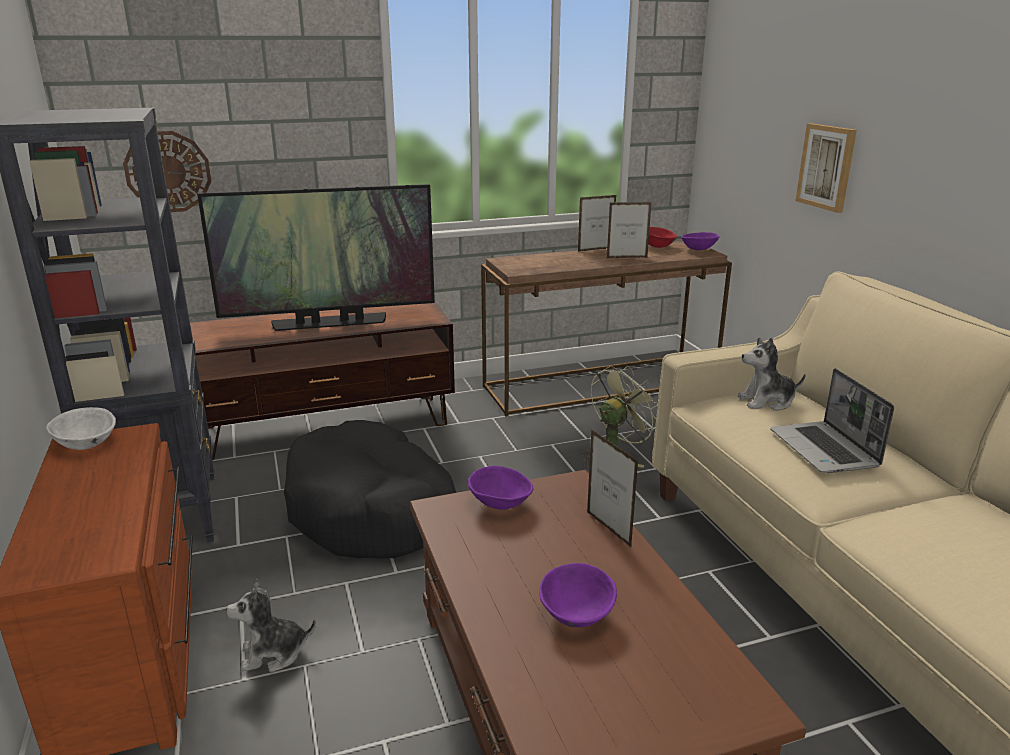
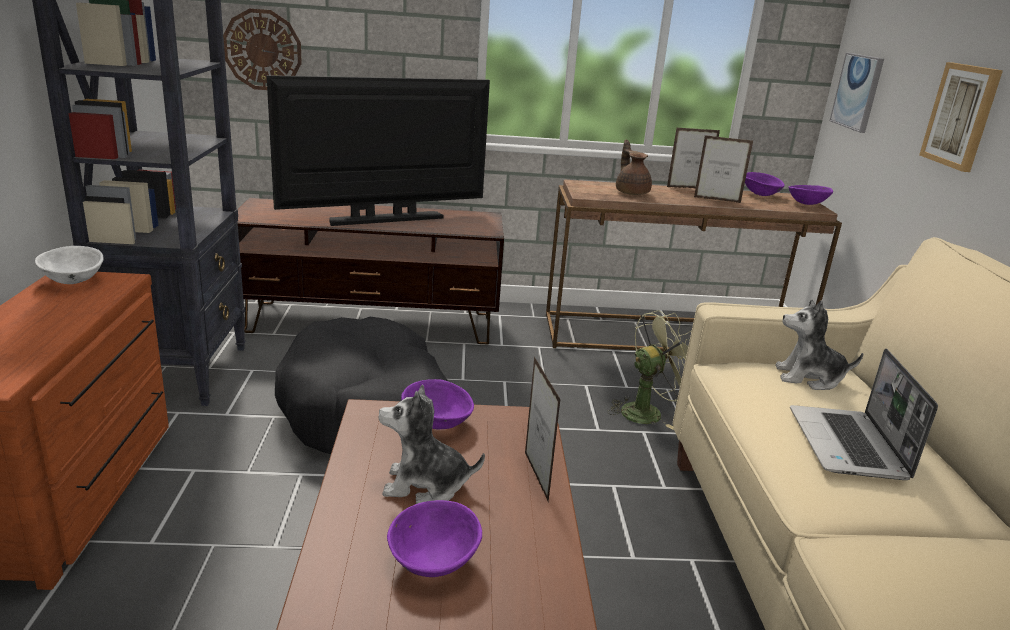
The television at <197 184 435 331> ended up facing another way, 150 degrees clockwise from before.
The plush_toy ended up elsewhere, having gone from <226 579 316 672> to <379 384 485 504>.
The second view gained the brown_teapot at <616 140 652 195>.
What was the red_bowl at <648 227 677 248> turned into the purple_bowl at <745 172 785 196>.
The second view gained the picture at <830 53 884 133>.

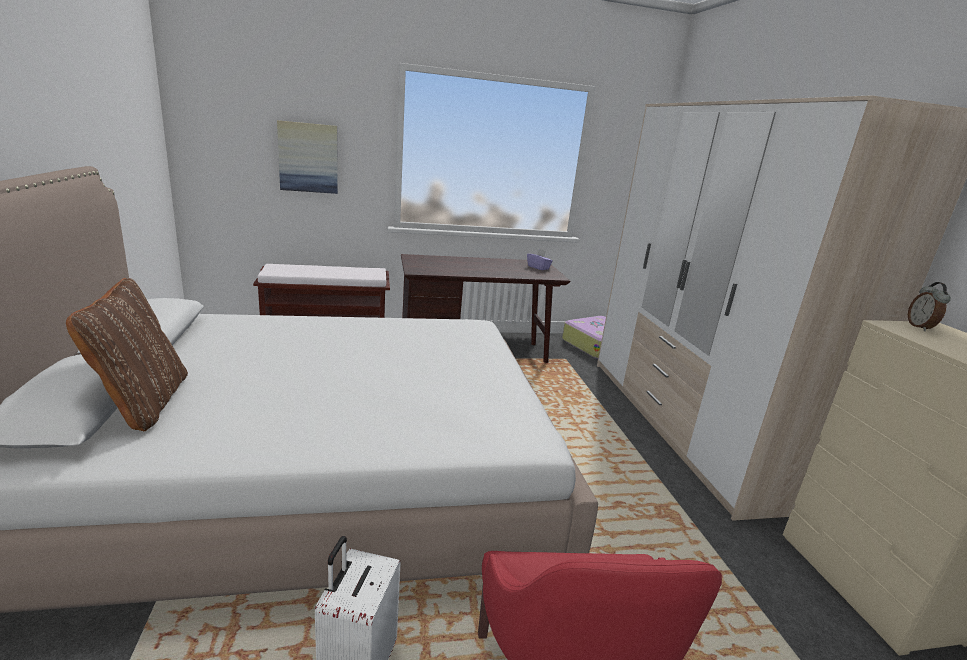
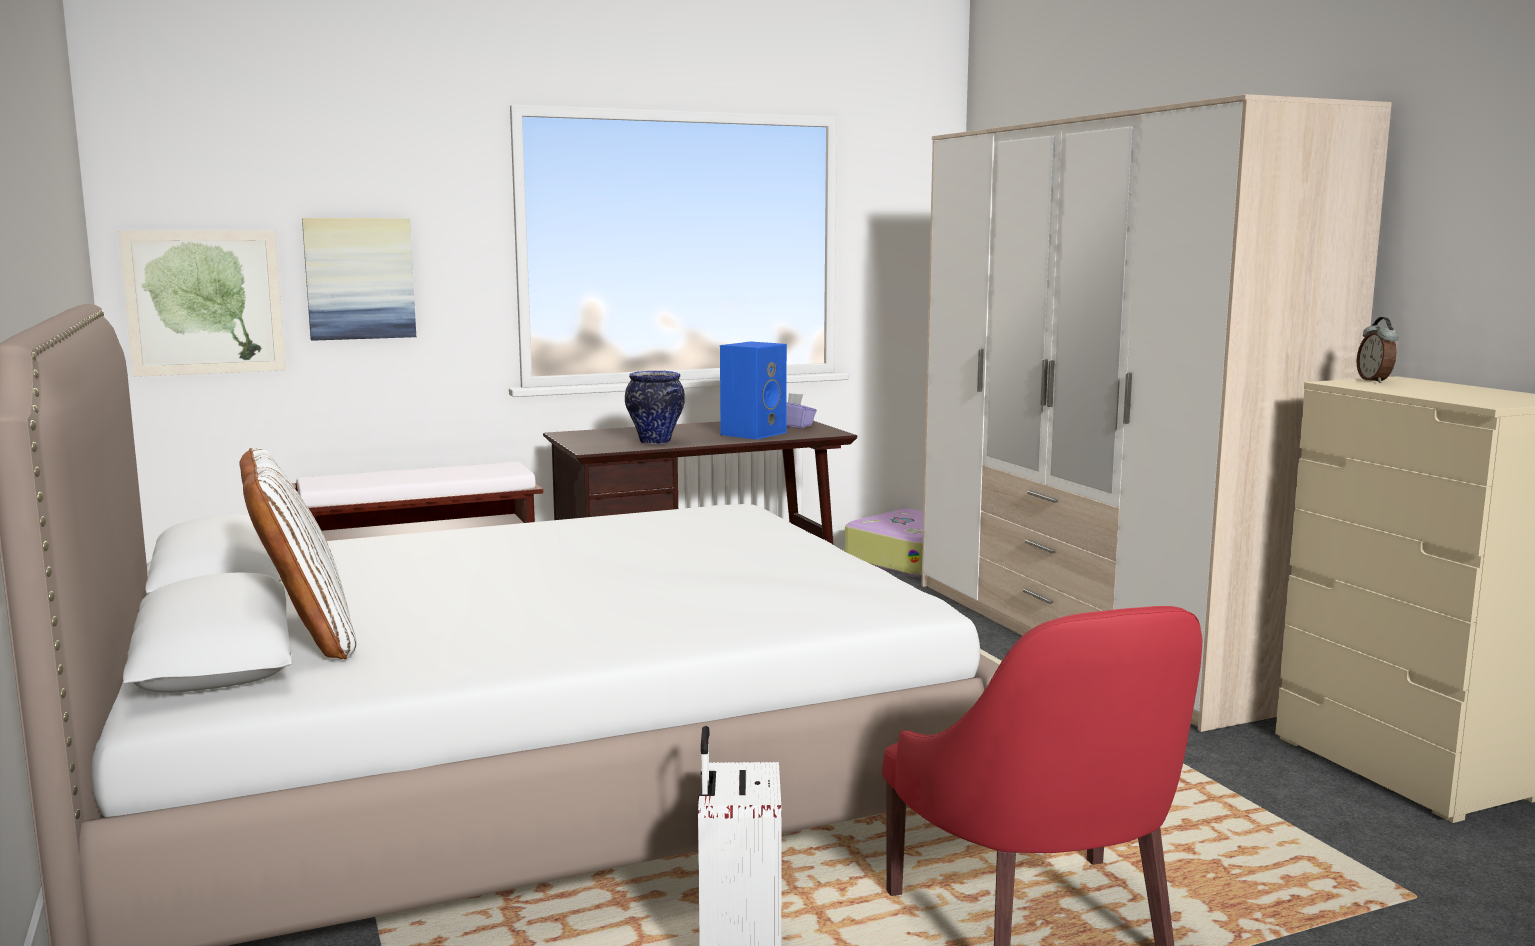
The second view gained the picture at <118 231 286 377>.
What was the brown_pillow at <66 278 188 431> turned into the white_pillow at <240 448 357 659>.
The second view gained the vase at <625 371 685 444>.
The second view gained the blue_speaker at <720 342 787 440>.

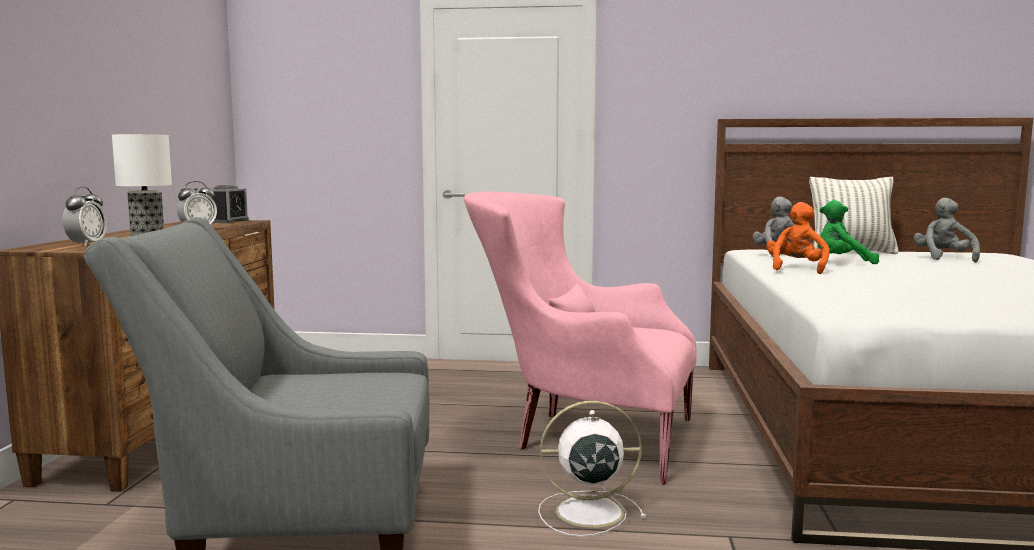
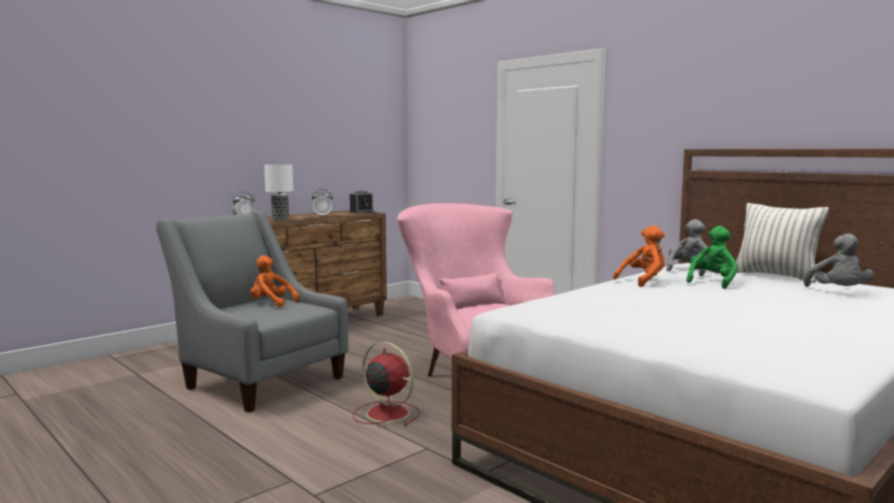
The second view gained the orange_plush_toy at <250 255 300 307>.
What was the white_fan at <538 401 646 537> turned into the red_fan at <353 342 420 426>.
The green_plush_toy at <818 200 879 264> ended up facing another way, 75 degrees clockwise from before.
The grey_plush_toy at <913 198 980 263> ended up facing another way, 135 degrees clockwise from before.

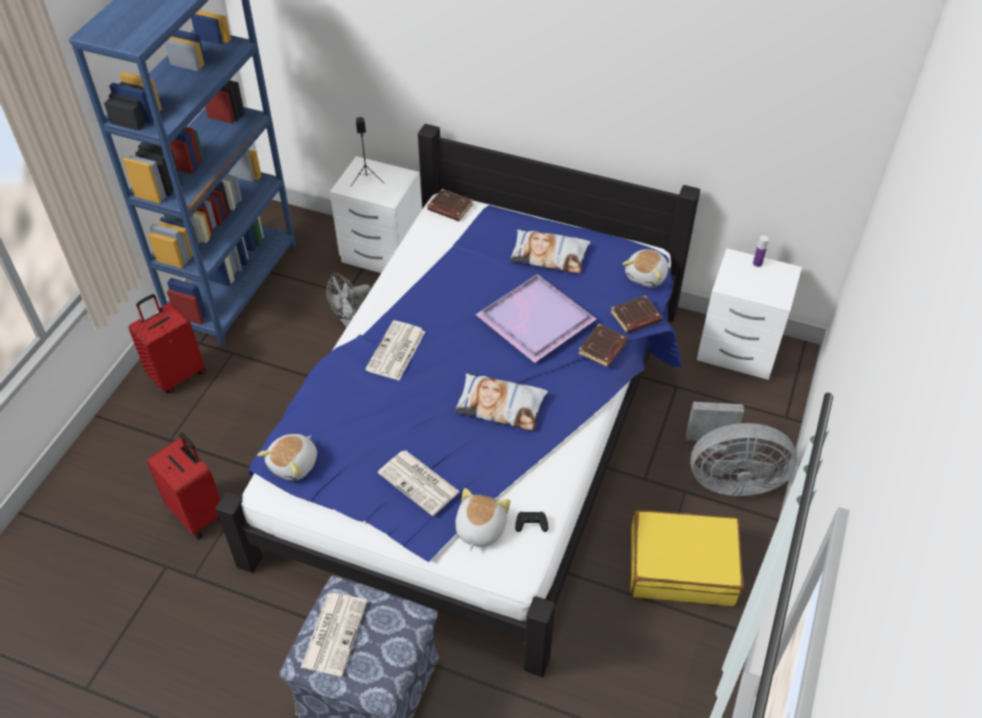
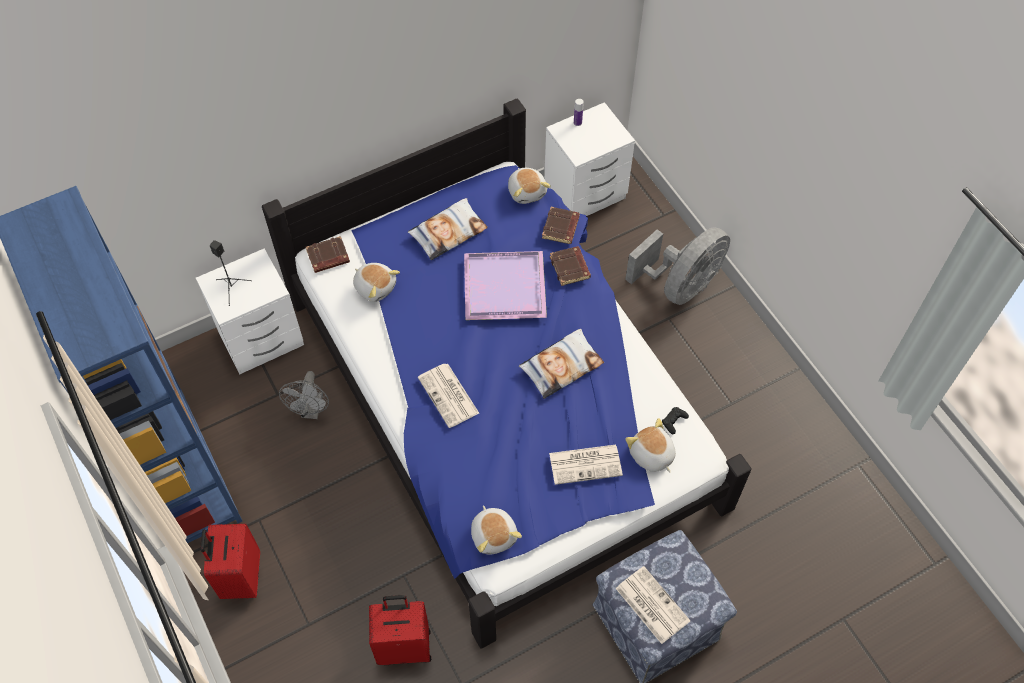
The second view gained the plush_toy at <353 263 400 302>.
The second view lost the yellow_suitcase at <631 510 744 606>.

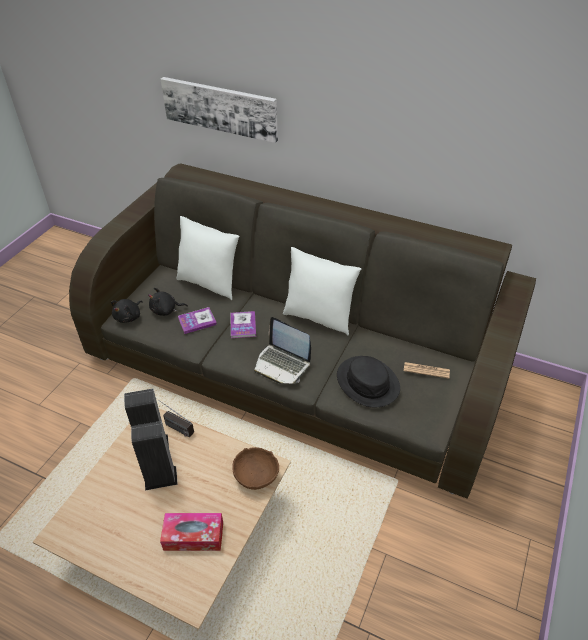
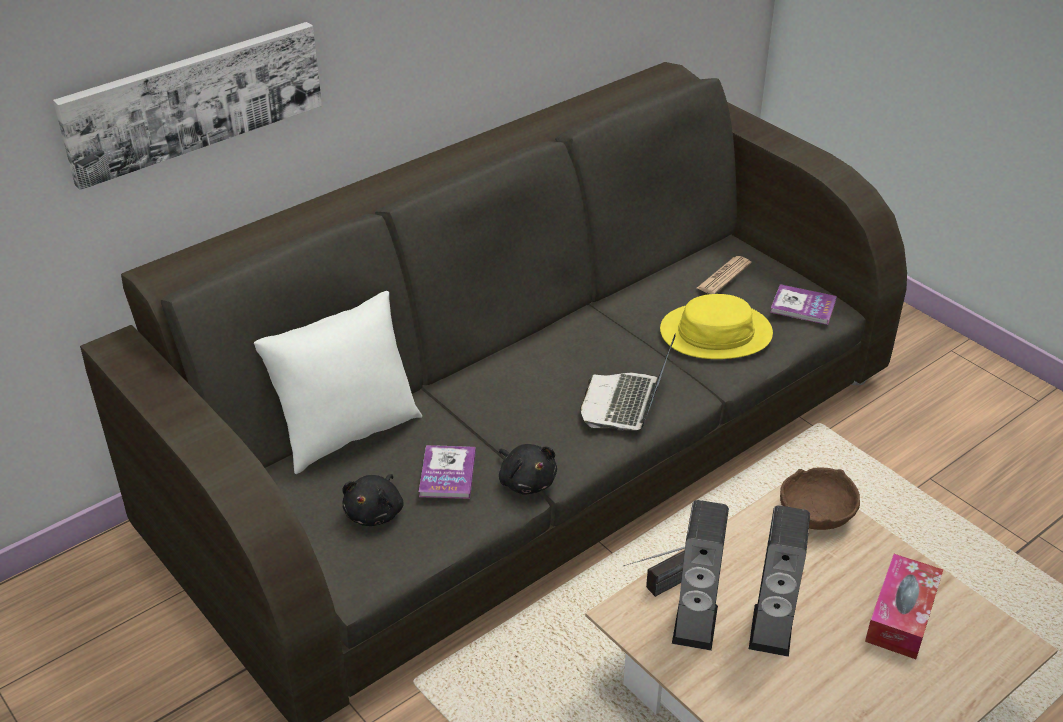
The black_plush_toy ended up elsewhere, having gone from <111 299 143 323> to <499 444 557 495>.
The laptop at <254 317 311 384> ended up facing another way, 135 degrees clockwise from before.
What was the black_hat at <337 356 400 407> turned into the yellow_hat at <660 294 773 359>.
The book ended up elsewhere, having gone from <230 311 256 338> to <770 284 837 325>.
The second view lost the white_pillow at <283 247 361 335>.

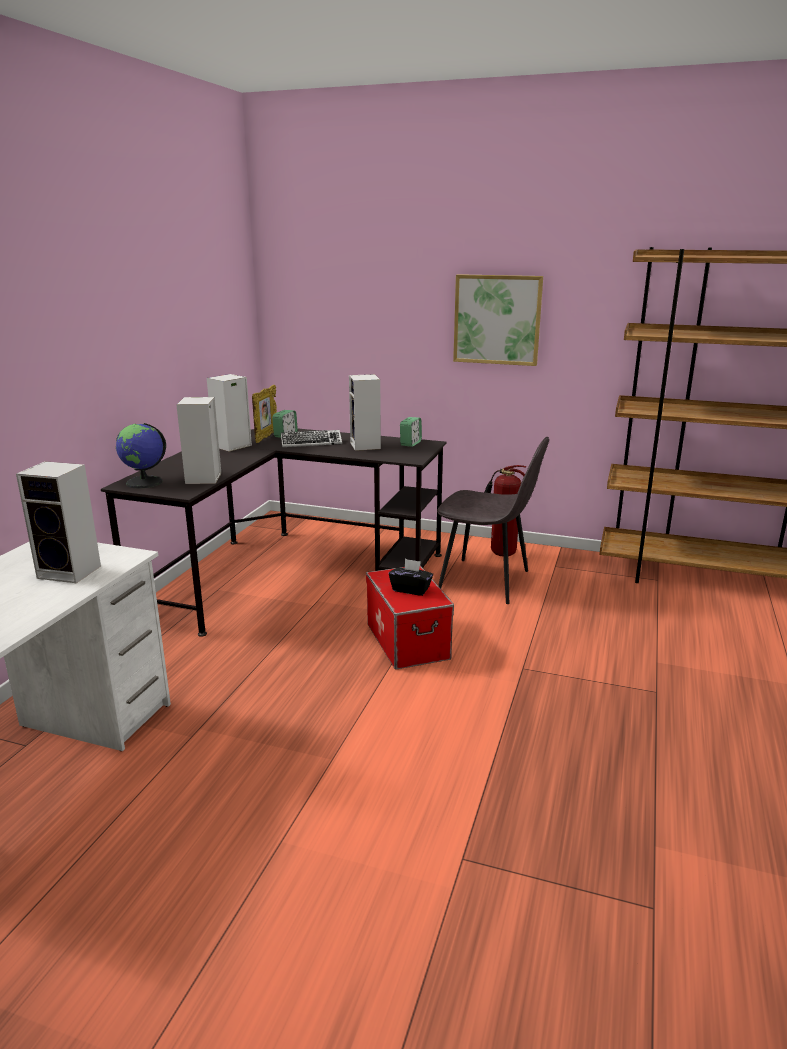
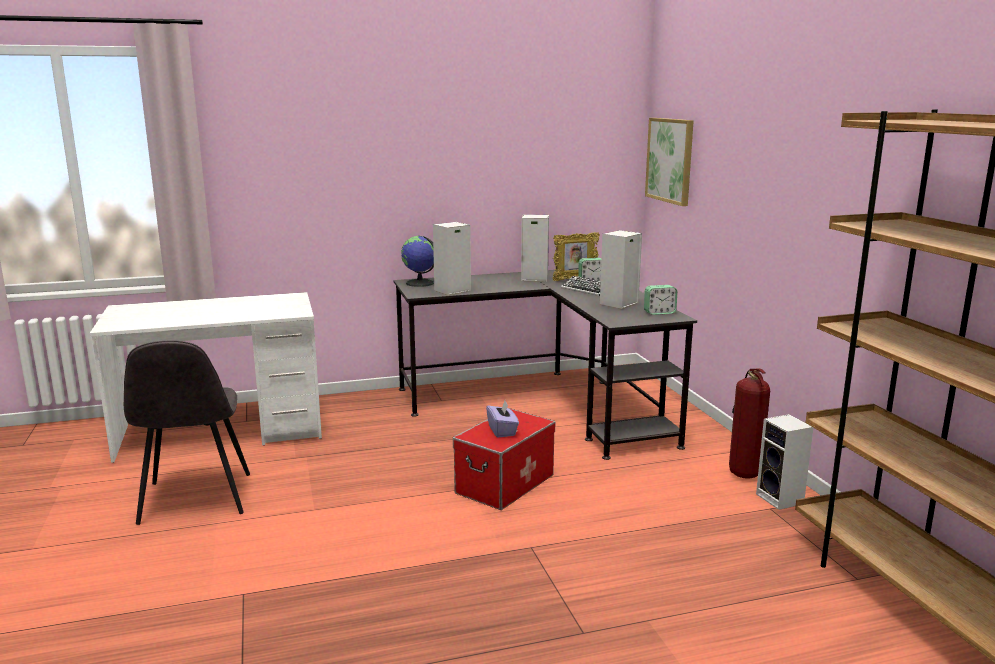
The grey_chair ended up elsewhere, having gone from <437 437 549 604> to <124 340 250 525>.
What was the black_tissue_box at <389 559 433 596> turned into the purple_tissue_box at <486 401 519 438>.
The picture ended up elsewhere, having gone from <453 274 543 366> to <645 118 694 206>.
The speaker ended up elsewhere, having gone from <16 461 101 583> to <756 414 813 510>.

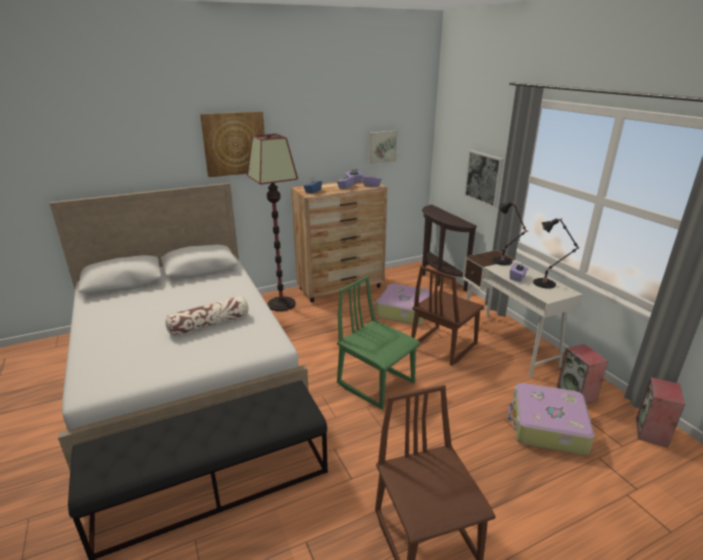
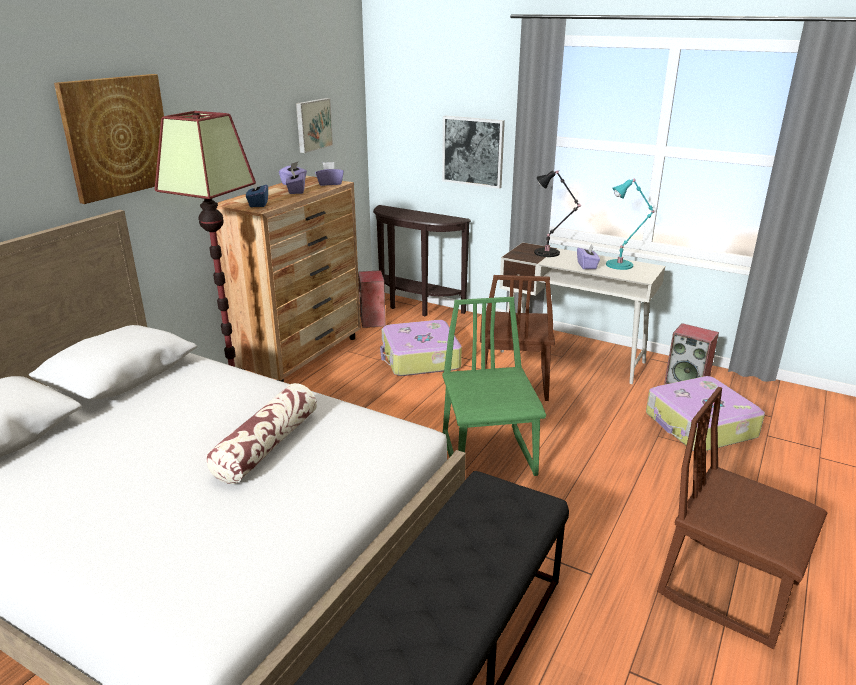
The speaker ended up elsewhere, having gone from <636 377 685 448> to <358 270 386 328>.
The green_chair at <337 276 420 410> ended up facing another way, 75 degrees clockwise from before.
What was the black_table_lamp at <533 218 580 289> turned into the turquoise_table_lamp at <606 178 655 270>.

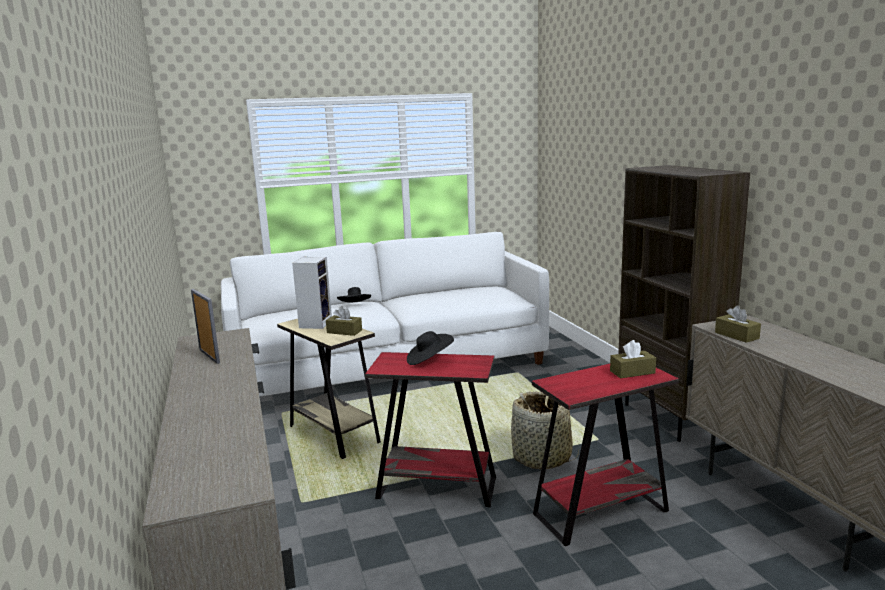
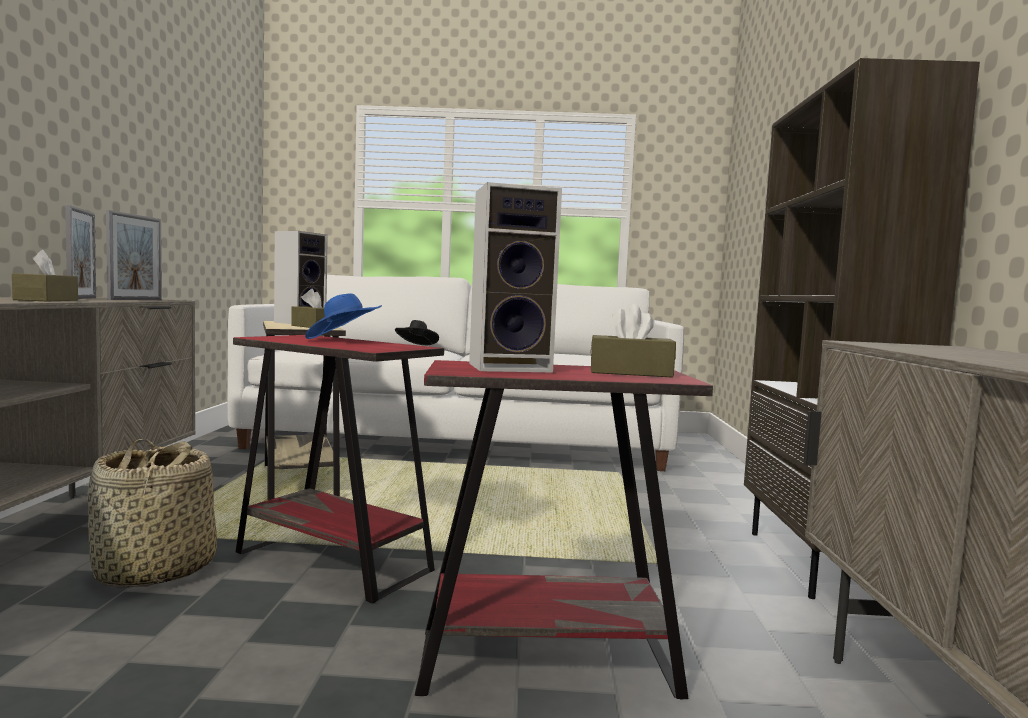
The brown_tissue_box ended up elsewhere, having gone from <715 305 761 343> to <12 250 78 301>.
The basket ended up elsewhere, having gone from <511 391 579 469> to <86 439 217 587>.
The second view gained the picture_frame at <106 210 162 300>.
What was the black_hat at <407 331 454 365> turned into the blue_hat at <305 293 382 339>.
The second view gained the speaker at <469 182 562 372>.

